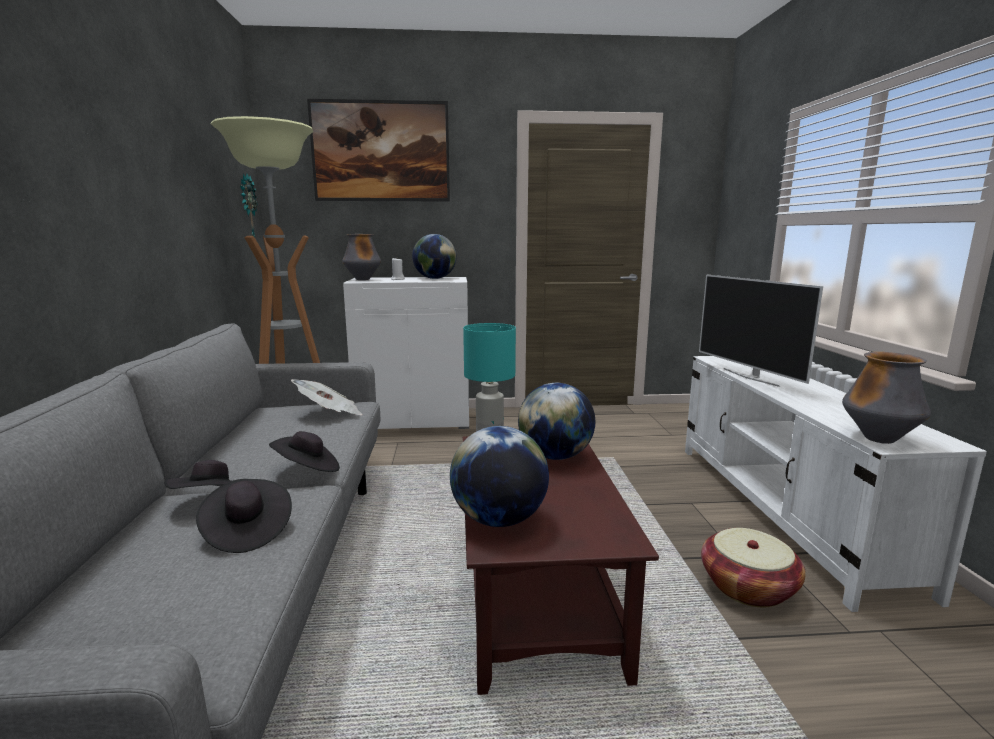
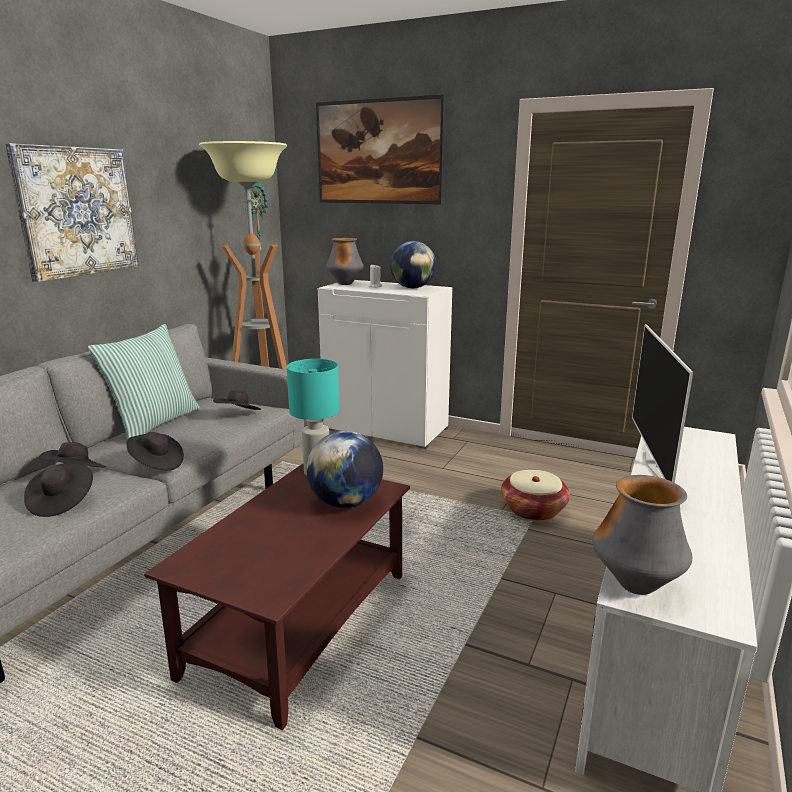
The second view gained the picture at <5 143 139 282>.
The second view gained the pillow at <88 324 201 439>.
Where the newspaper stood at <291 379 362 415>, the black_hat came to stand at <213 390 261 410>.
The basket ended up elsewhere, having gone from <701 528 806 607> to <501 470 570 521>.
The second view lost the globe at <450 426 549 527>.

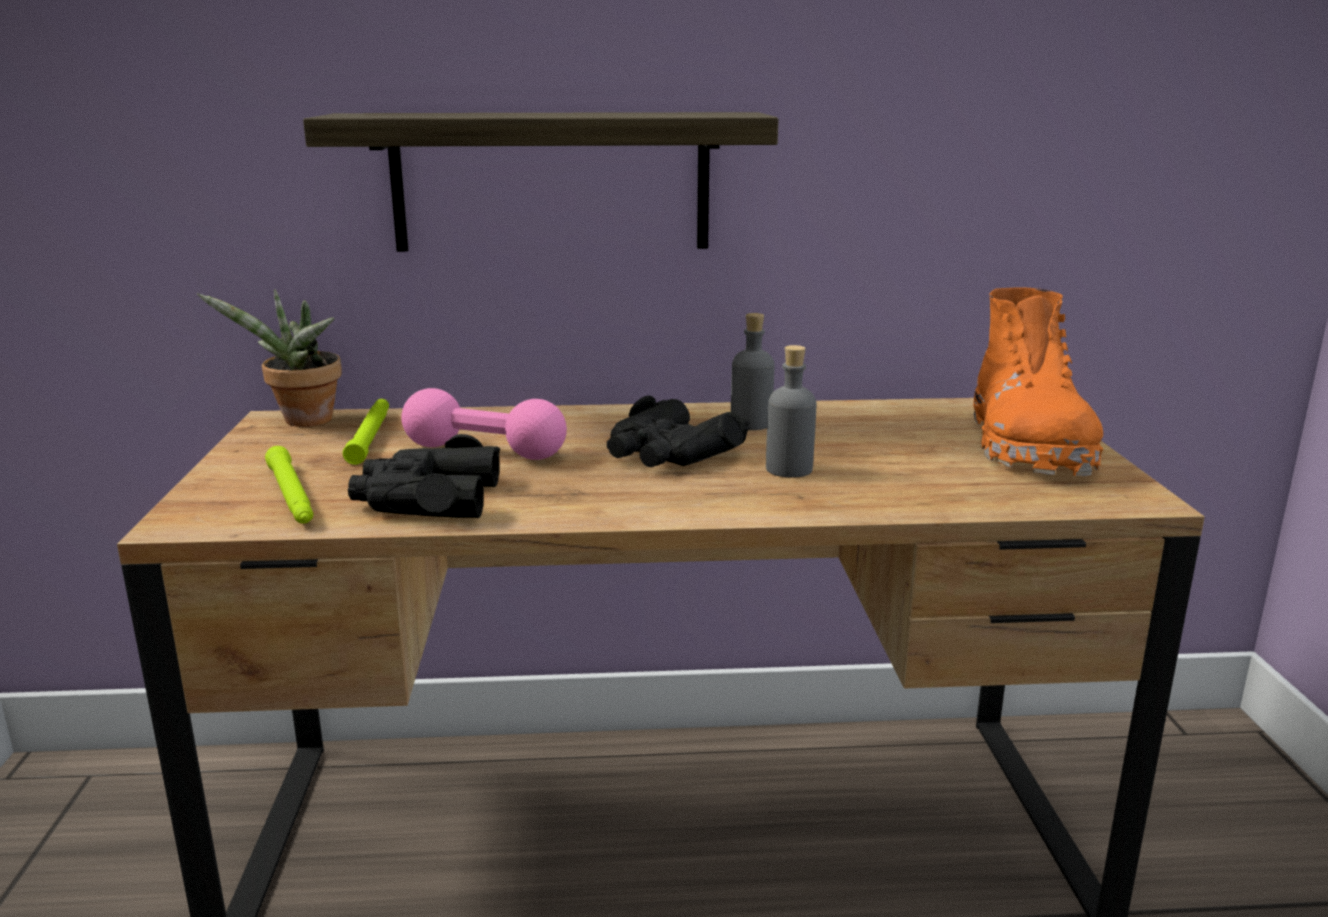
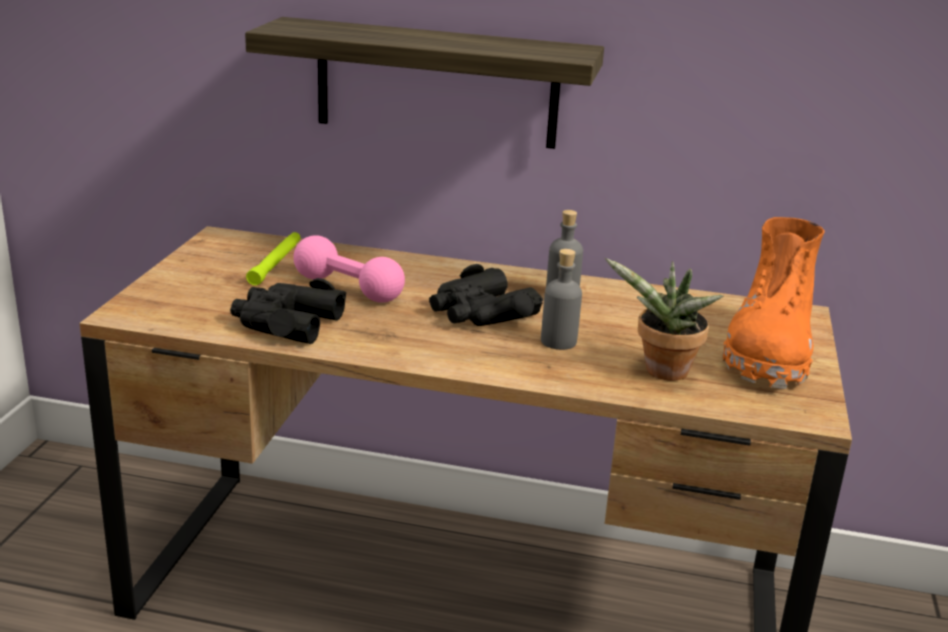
The potted_plant ended up elsewhere, having gone from <196 289 342 427> to <605 258 723 381>.
The second view lost the green_flashlight at <265 446 313 524>.

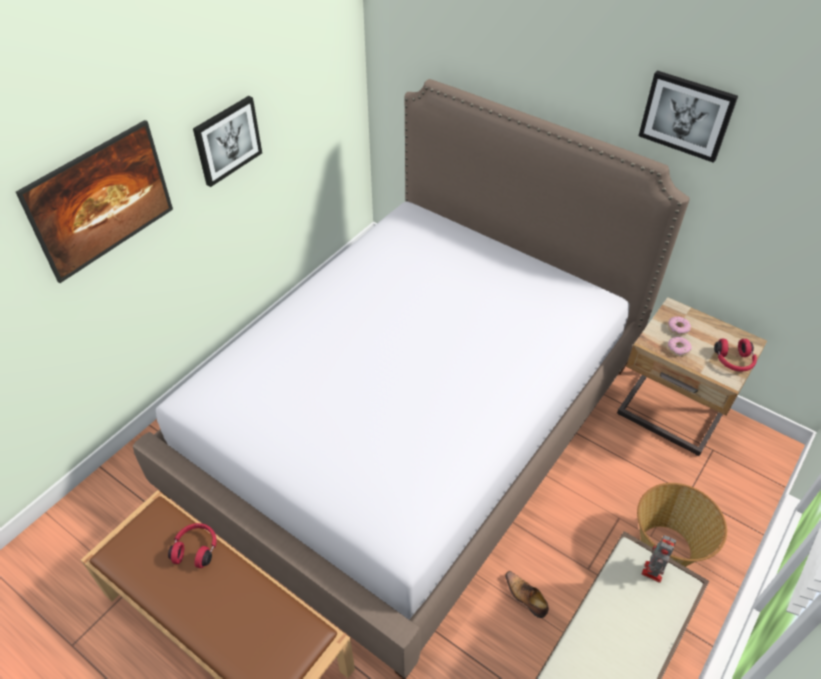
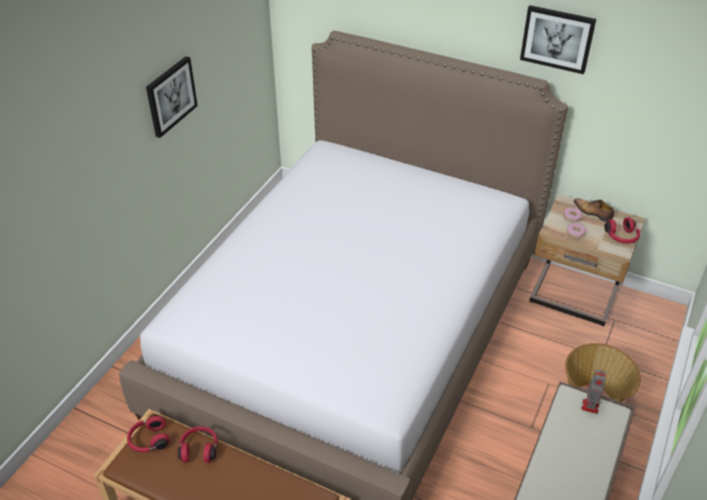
The second view gained the red_headphones at <127 415 170 453>.
The shoe ended up elsewhere, having gone from <505 571 549 618> to <574 198 614 222>.
The second view lost the picture at <16 120 173 283>.

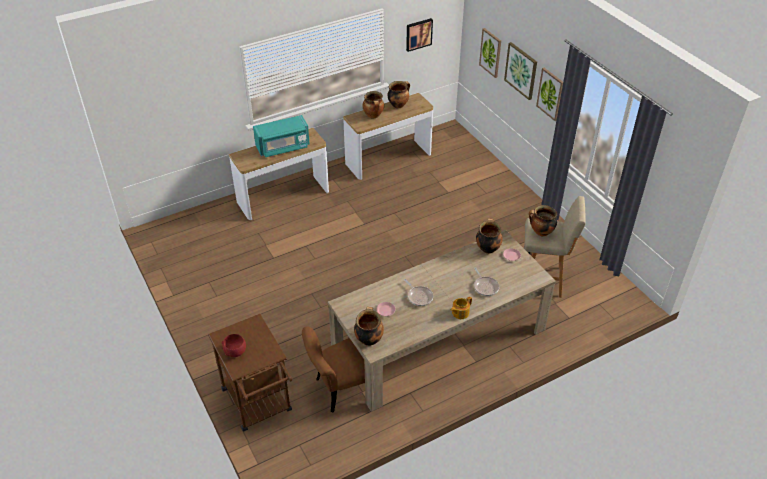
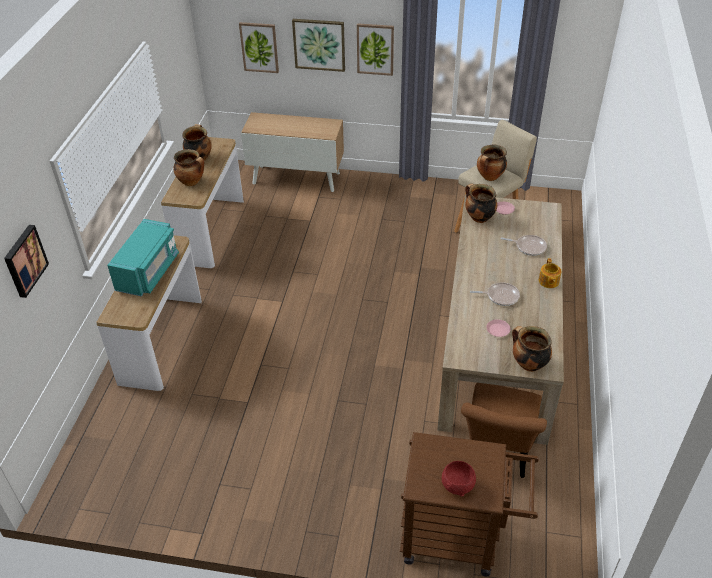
The picture ended up elsewhere, having gone from <406 18 433 52> to <4 225 49 298>.
The second view gained the cabinet at <241 112 344 192>.

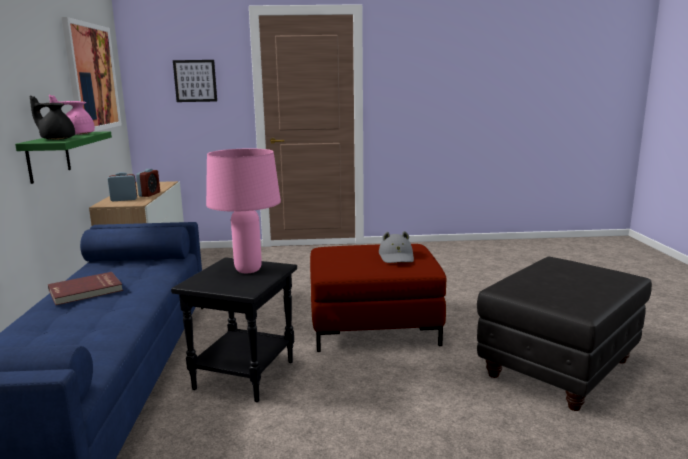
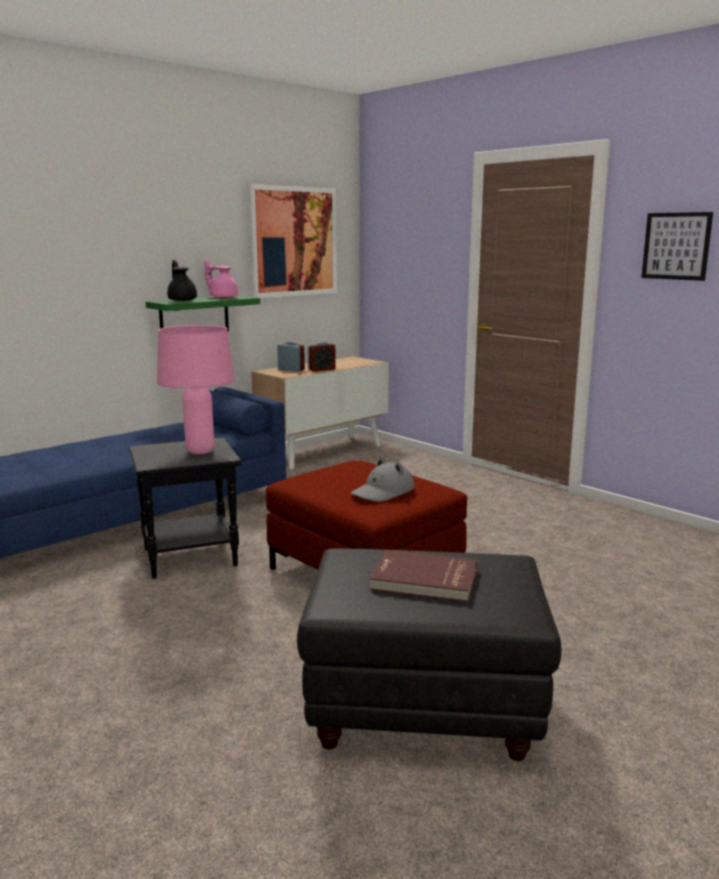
The red_book ended up elsewhere, having gone from <48 272 123 305> to <369 550 477 602>.
The picture ended up elsewhere, having gone from <173 60 217 102> to <641 212 713 281>.

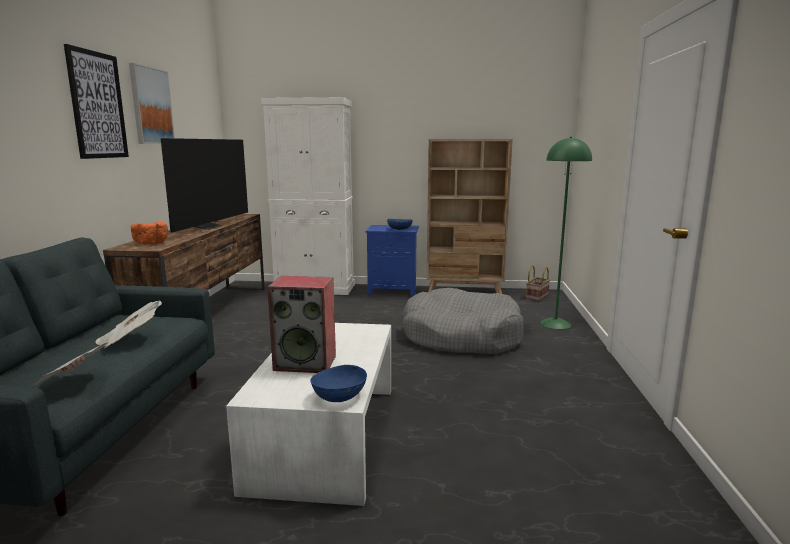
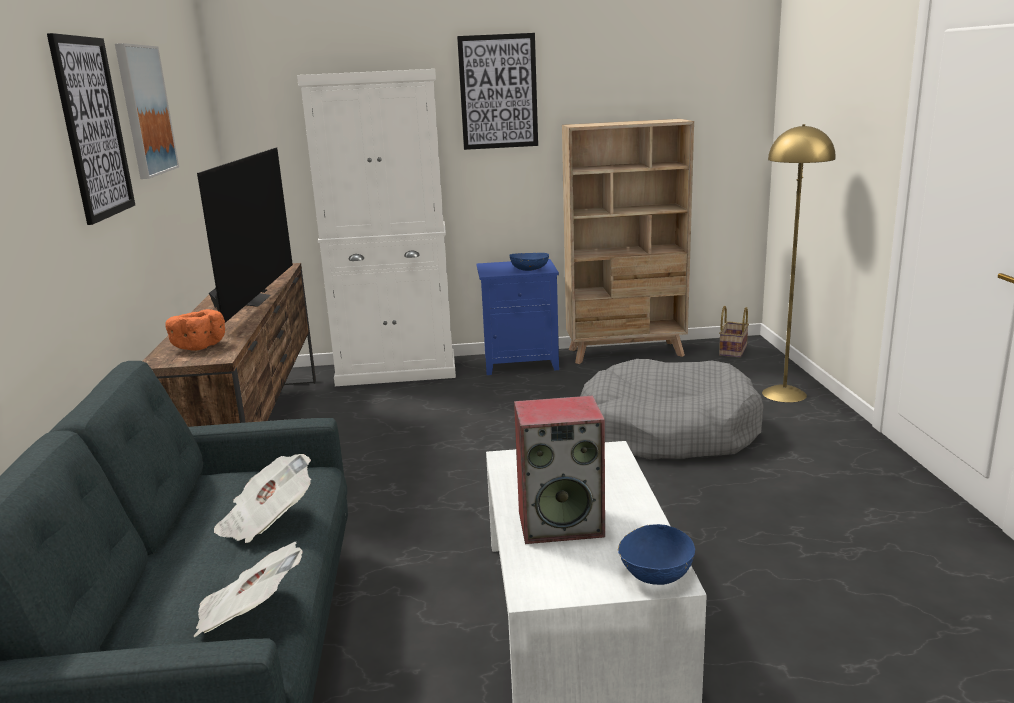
The second view gained the picture at <457 33 538 150>.
What was the green_floor_lamp at <540 137 592 329> turned into the yellow_floor_lamp at <762 124 836 402>.

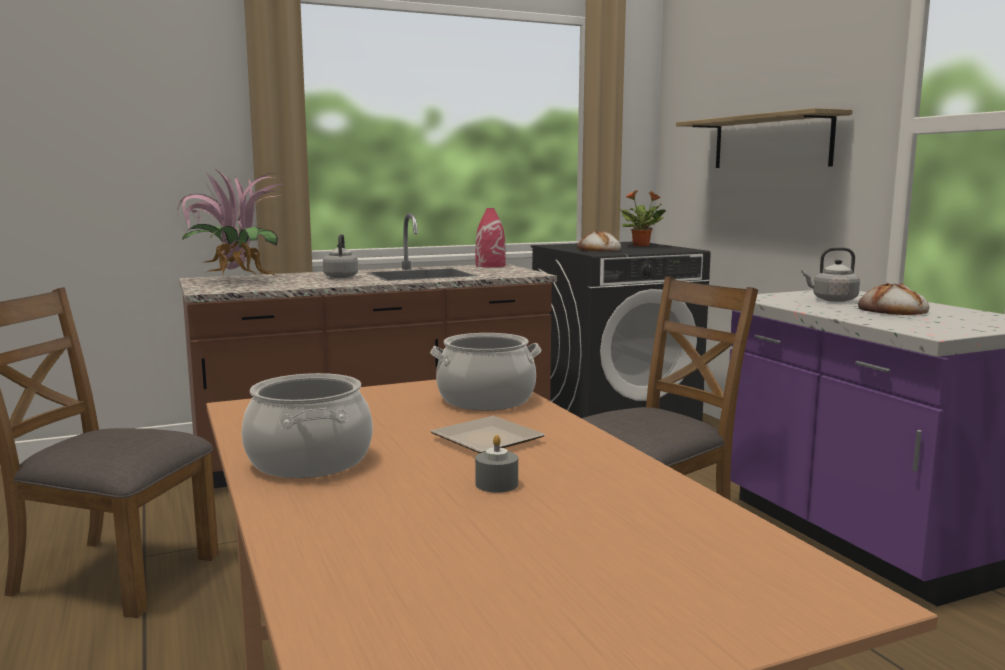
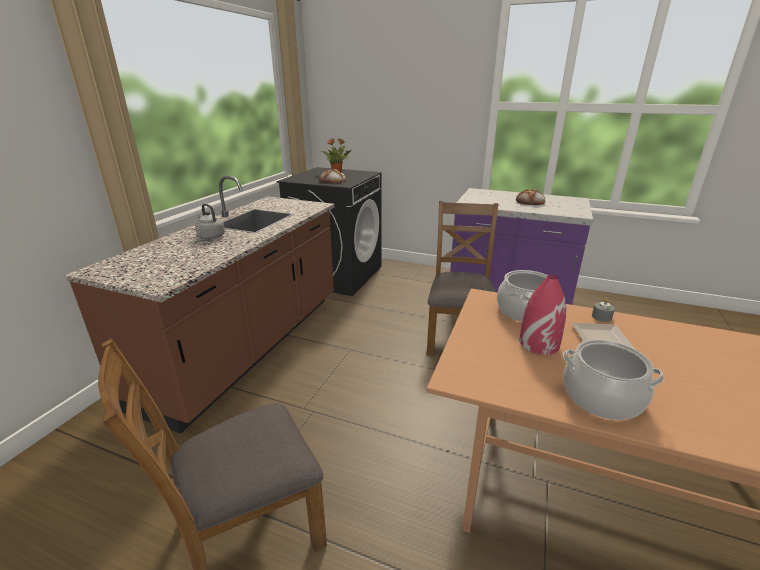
The red_vase ended up elsewhere, having gone from <475 208 506 268> to <519 275 566 355>.
The grey_candle ended up elsewhere, having gone from <475 435 518 493> to <592 298 615 322>.
The second view lost the potted_plant at <177 168 285 278>.
The second view lost the shelf at <676 108 853 168>.
The second view lost the grey_kettle at <801 247 860 302>.

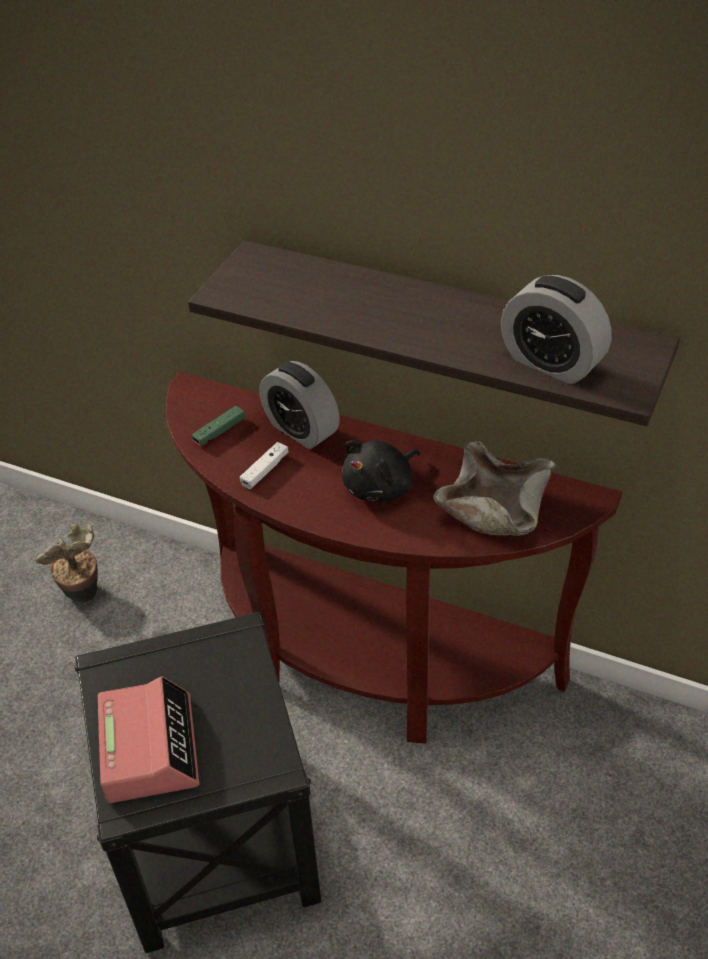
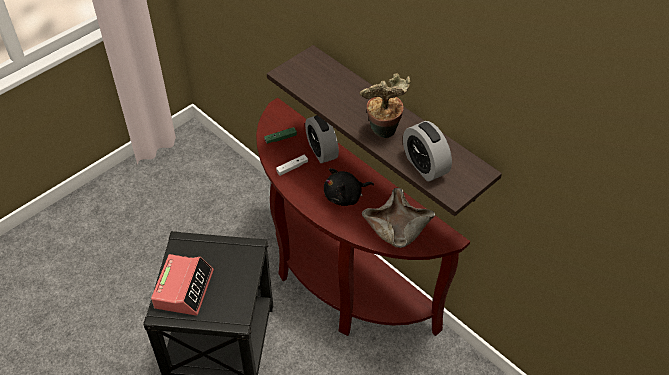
The potted_plant ended up elsewhere, having gone from <35 524 98 602> to <359 73 410 138>.

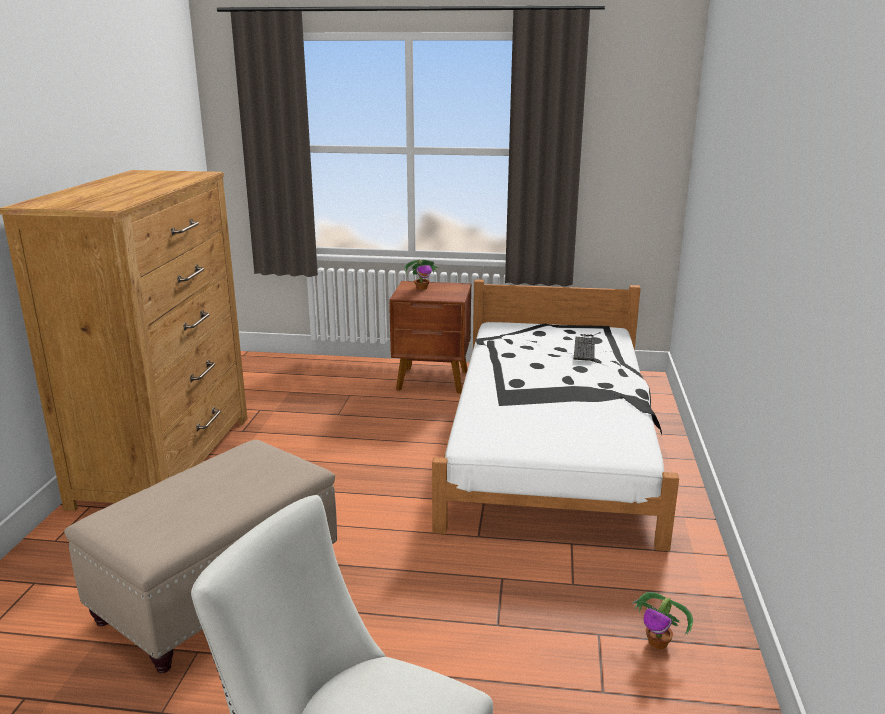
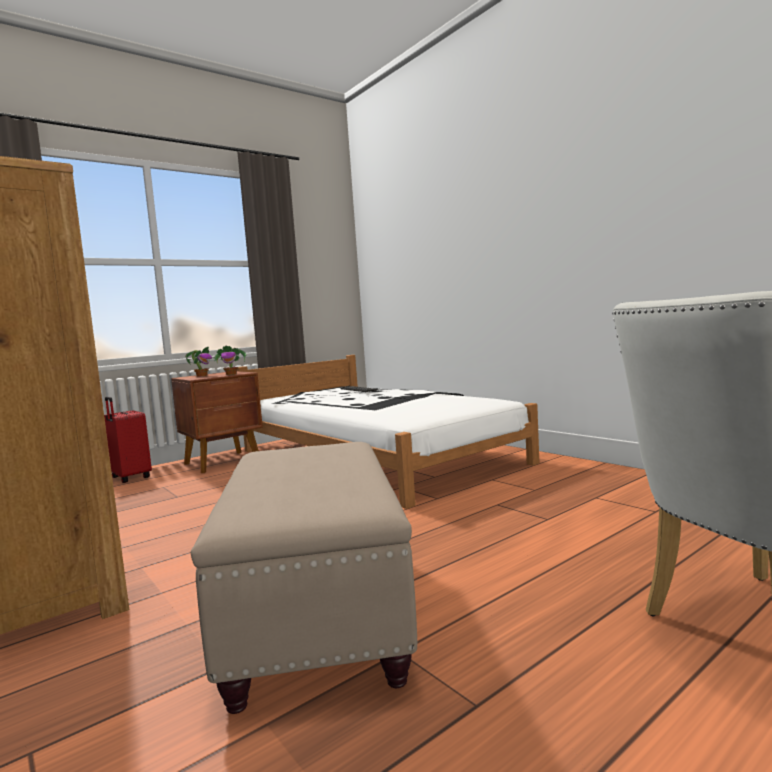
The second view gained the red_suitcase at <104 397 152 483>.
The potted_plant ended up elsewhere, having gone from <632 592 693 649> to <213 346 247 375>.

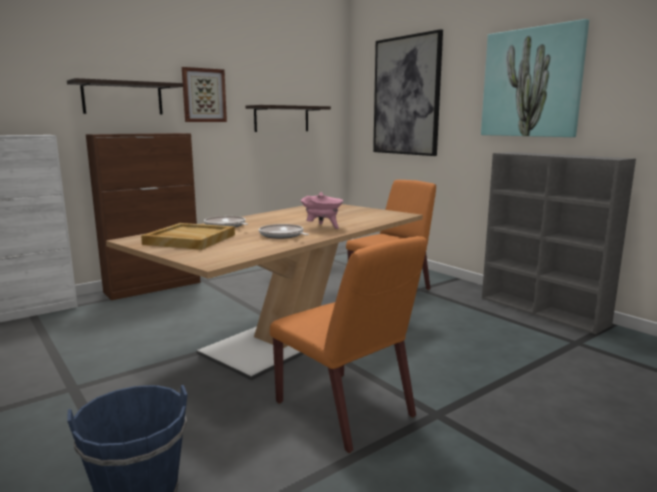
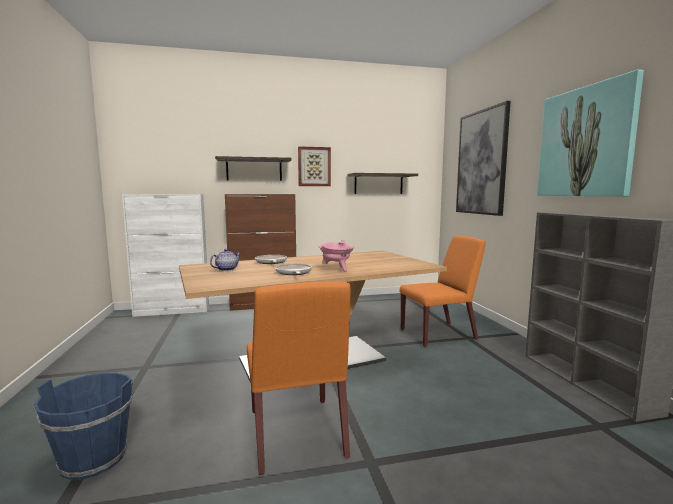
Where the beige_tray stood at <141 223 235 250>, the teapot came to stand at <210 249 241 271>.

